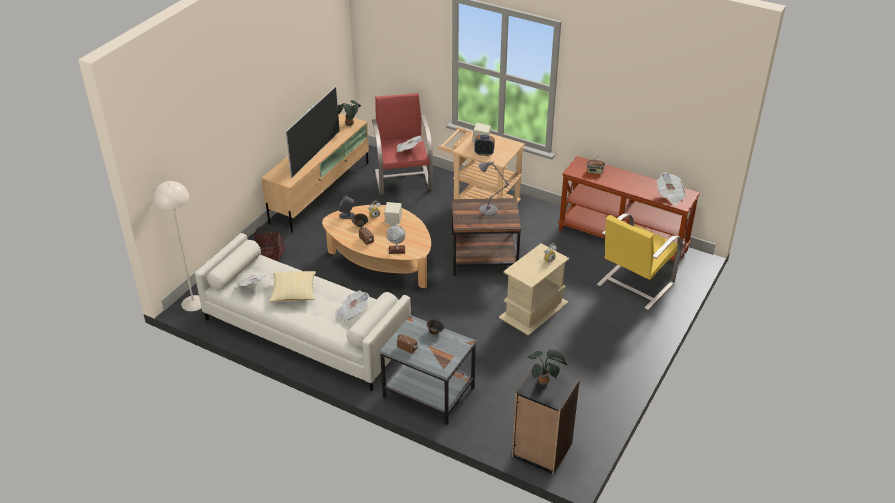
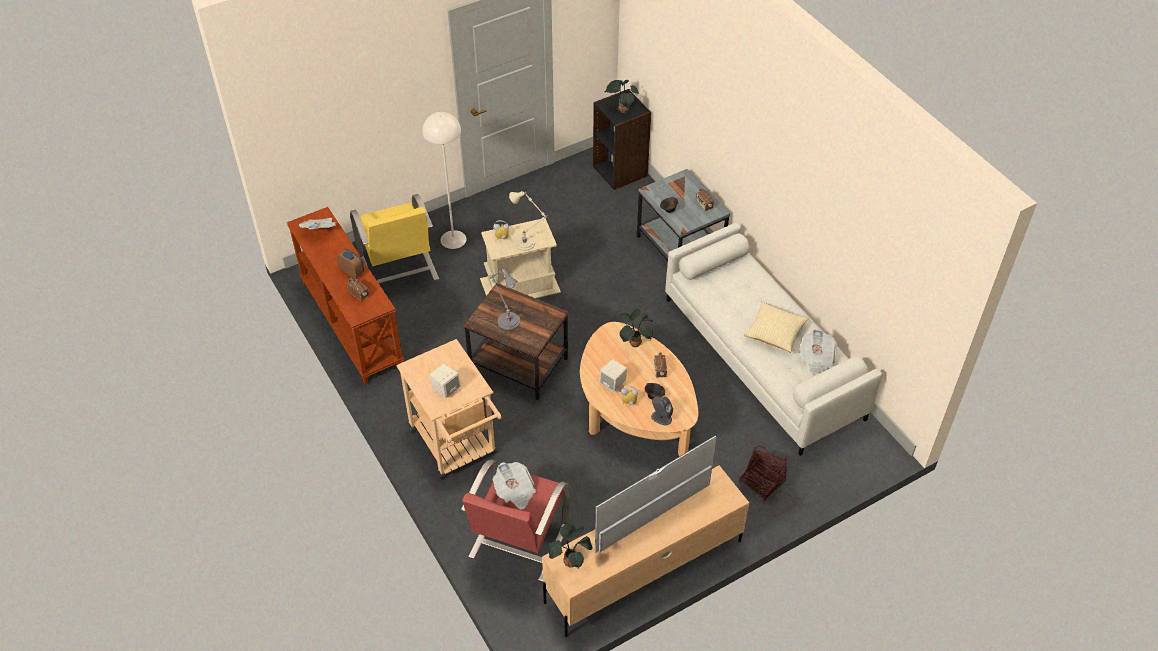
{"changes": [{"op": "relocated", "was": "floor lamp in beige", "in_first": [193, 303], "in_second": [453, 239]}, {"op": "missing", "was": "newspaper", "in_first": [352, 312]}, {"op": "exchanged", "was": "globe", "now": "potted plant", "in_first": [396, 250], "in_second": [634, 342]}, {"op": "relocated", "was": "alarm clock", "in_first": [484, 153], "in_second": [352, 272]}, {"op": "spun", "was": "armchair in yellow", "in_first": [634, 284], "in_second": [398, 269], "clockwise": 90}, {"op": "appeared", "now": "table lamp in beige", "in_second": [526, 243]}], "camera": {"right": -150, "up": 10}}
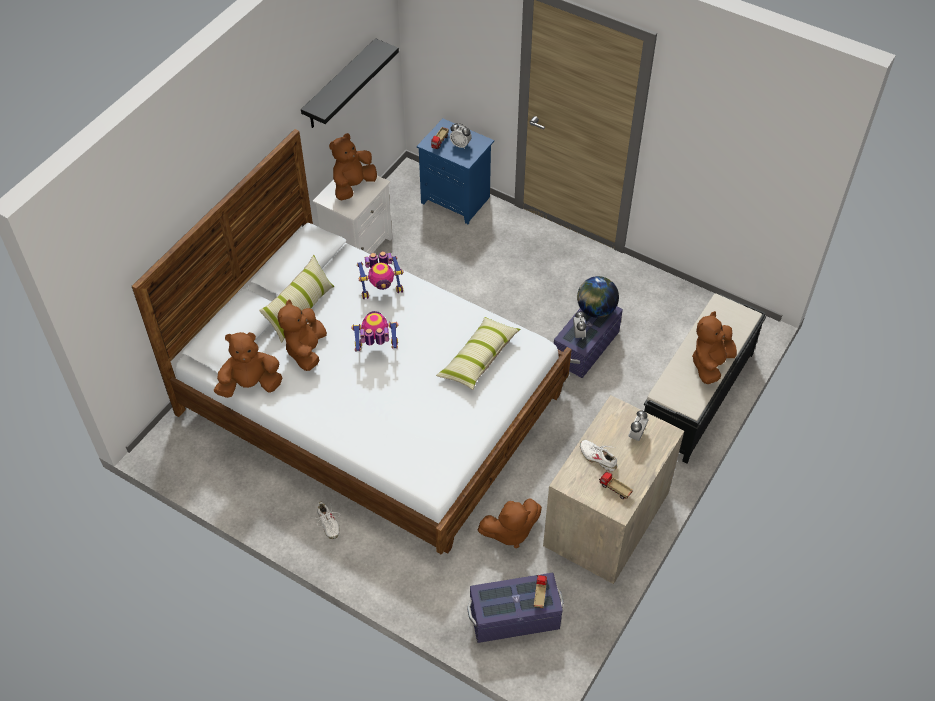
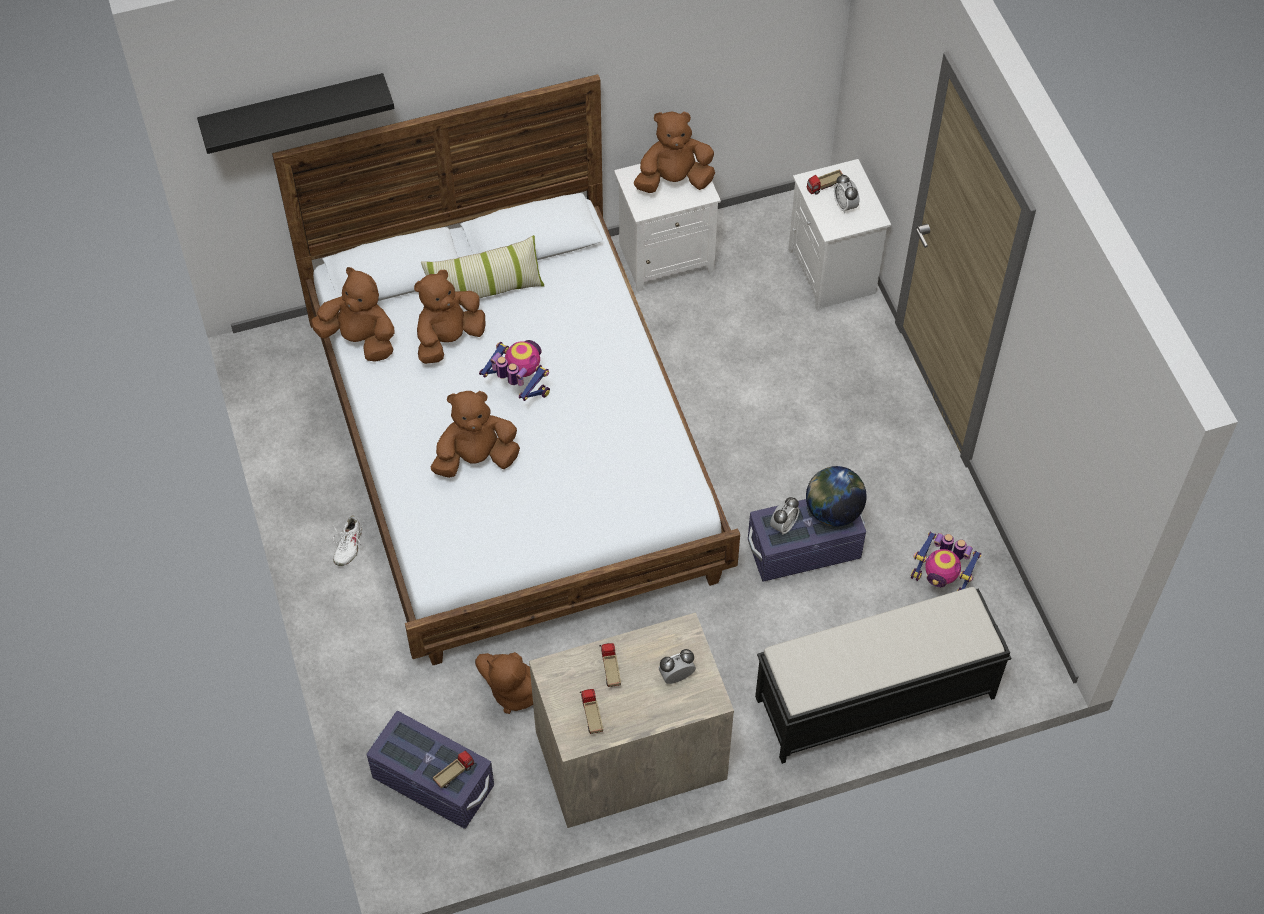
{"changes": [{"op": "relocated", "was": "shelf in black", "in_first": [340, 85], "in_second": [294, 111]}, {"op": "relocated", "was": "toy robot", "in_first": [381, 290], "in_second": [941, 580]}, {"op": "colour", "was": "nightstand in blue", "now": "nightstand in white", "in_first": [457, 200], "in_second": [834, 273]}, {"op": "missing", "was": "pillow", "in_first": [478, 358]}, {"op": "exchanged", "was": "shoe in white", "now": "toy truck", "in_first": [598, 457], "in_second": [610, 670]}, {"op": "relocated", "was": "plush toy in brown", "in_first": [710, 364], "in_second": [476, 458]}], "camera": {"right": 40, "up": 5}}
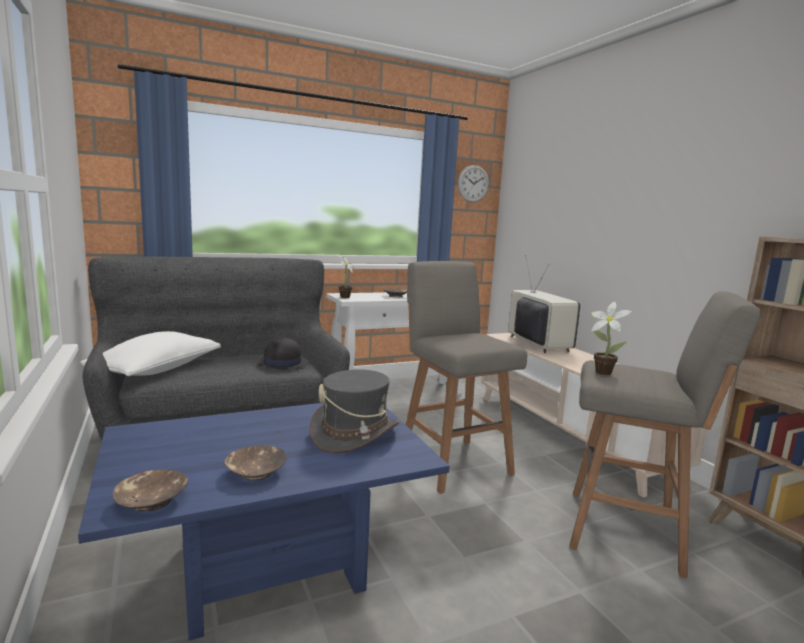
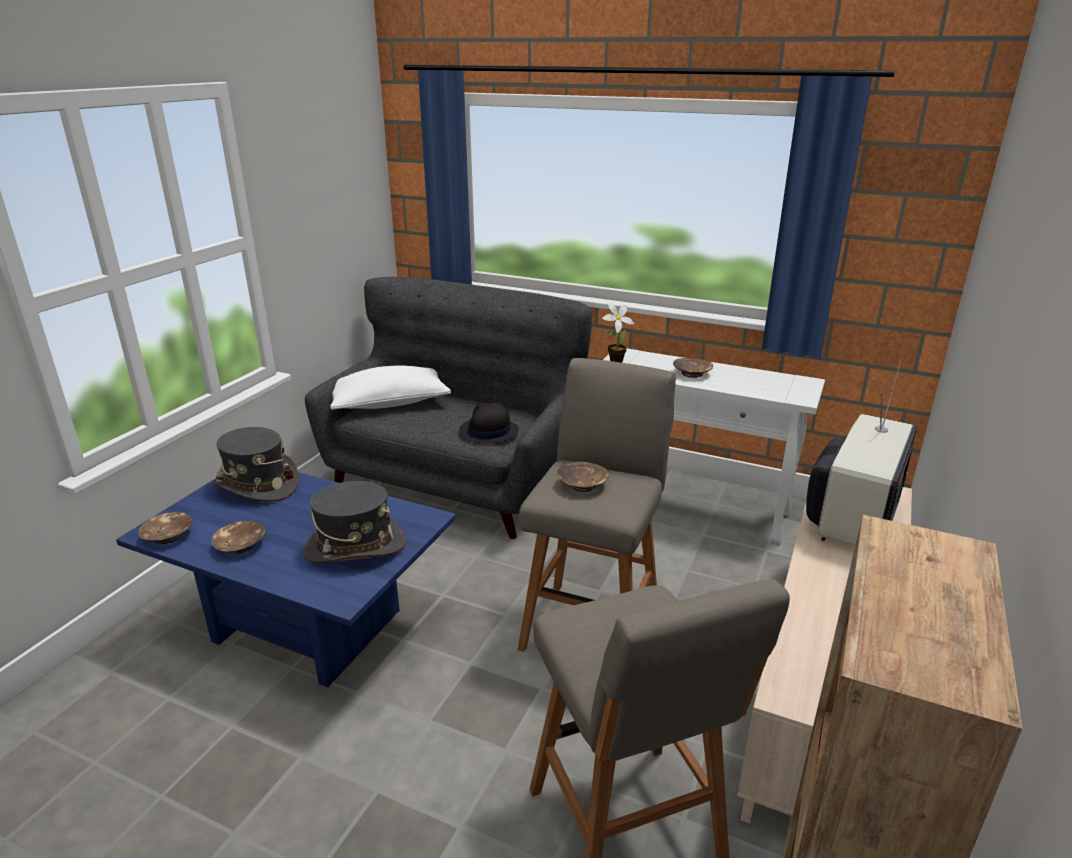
{"changes": [{"op": "missing", "was": "wall clock", "in_first": [473, 183]}, {"op": "missing", "was": "potted plant", "in_first": [601, 372]}, {"op": "appeared", "now": "hat in grey", "in_second": [257, 485]}, {"op": "appeared", "now": "bowl in brown", "in_second": [582, 485]}], "camera": {"right": 50, "up": 15}}
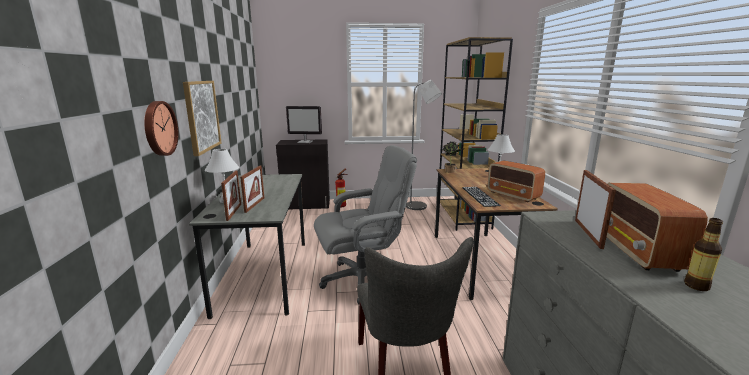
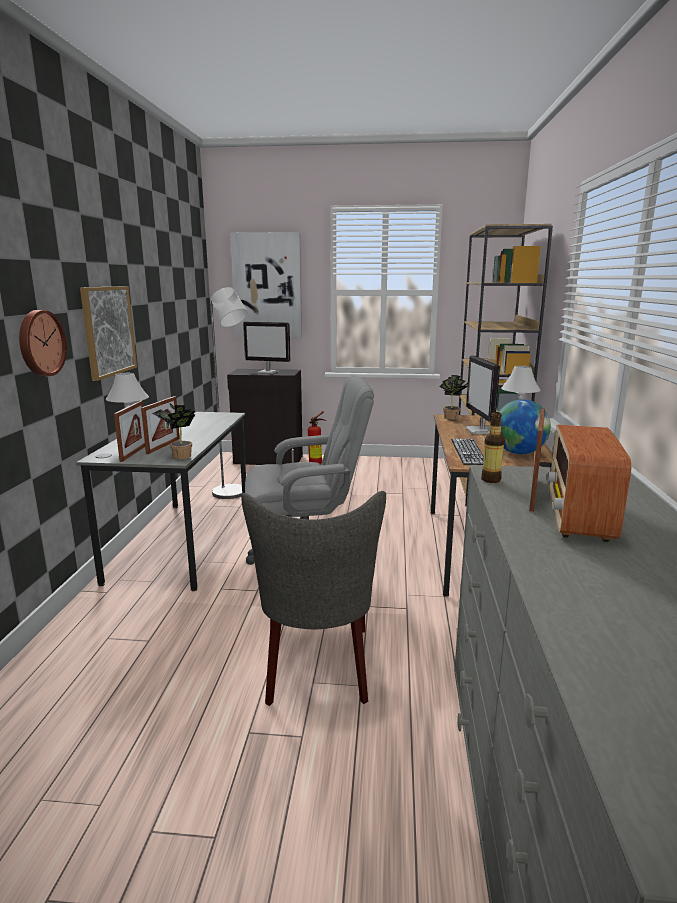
{"changes": [{"op": "relocated", "was": "floor lamp in grey", "in_first": [420, 207], "in_second": [234, 494]}, {"op": "exchanged", "was": "radio", "now": "globe", "in_first": [513, 195], "in_second": [519, 453]}, {"op": "relocated", "was": "bottle", "in_first": [696, 286], "in_second": [490, 480]}, {"op": "appeared", "now": "potted plant", "in_second": [179, 456]}, {"op": "appeared", "now": "picture", "in_second": [267, 286]}, {"op": "appeared", "now": "monitor", "in_second": [481, 431]}], "camera": {"right": 10, "up": 0}}
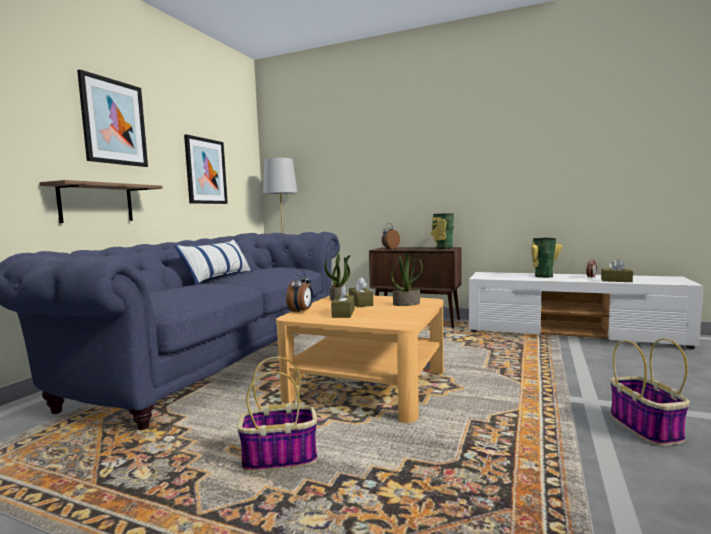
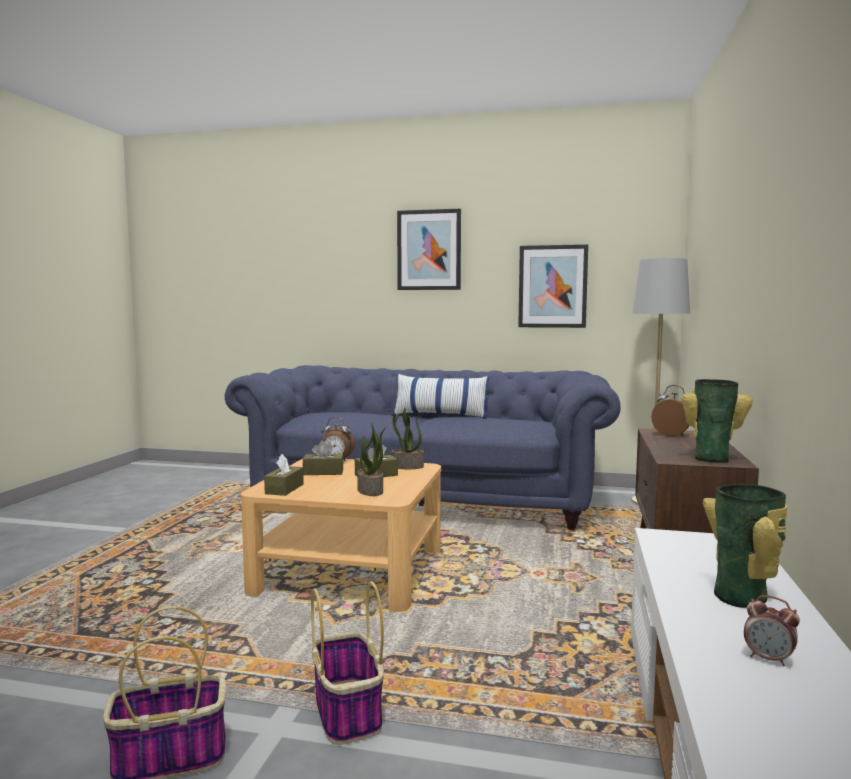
{"changes": [{"op": "missing", "was": "shelf", "in_first": [96, 203]}, {"op": "relocated", "was": "basket", "in_first": [281, 457], "in_second": [348, 712]}, {"op": "relocated", "was": "tissue box in brown", "in_first": [616, 280], "in_second": [284, 489]}], "camera": {"right": 80, "up": 0}}
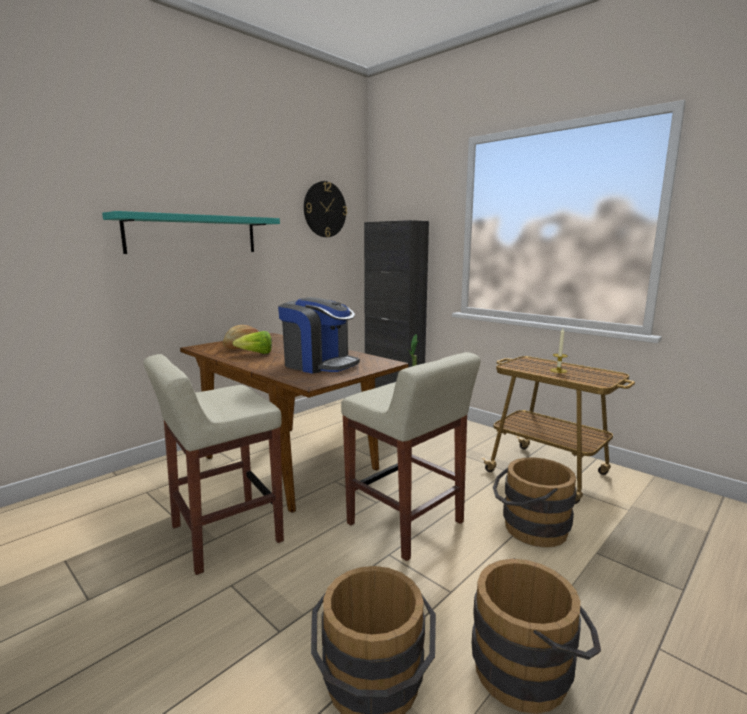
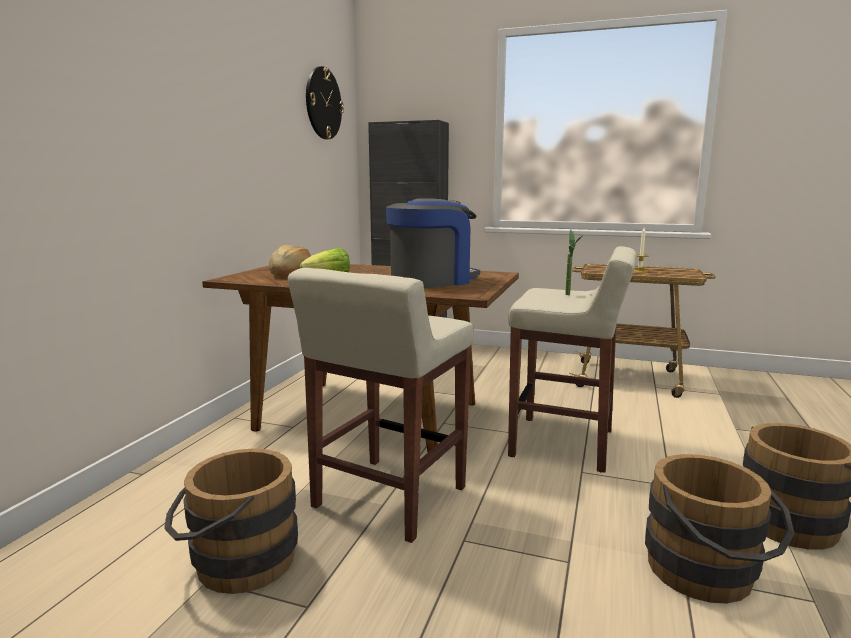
{"changes": [{"op": "missing", "was": "shelf in turquoise", "in_first": [193, 234]}, {"op": "spun", "was": "coffee machine", "in_first": [319, 364], "in_second": [432, 280], "clockwise": -45}, {"op": "relocated", "was": "bucket in brown", "in_first": [529, 528], "in_second": [235, 563]}], "camera": {"right": -25, "up": 0}}
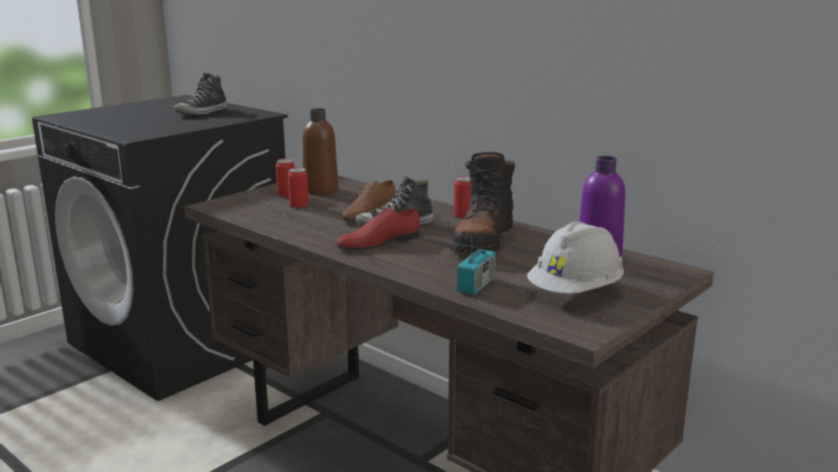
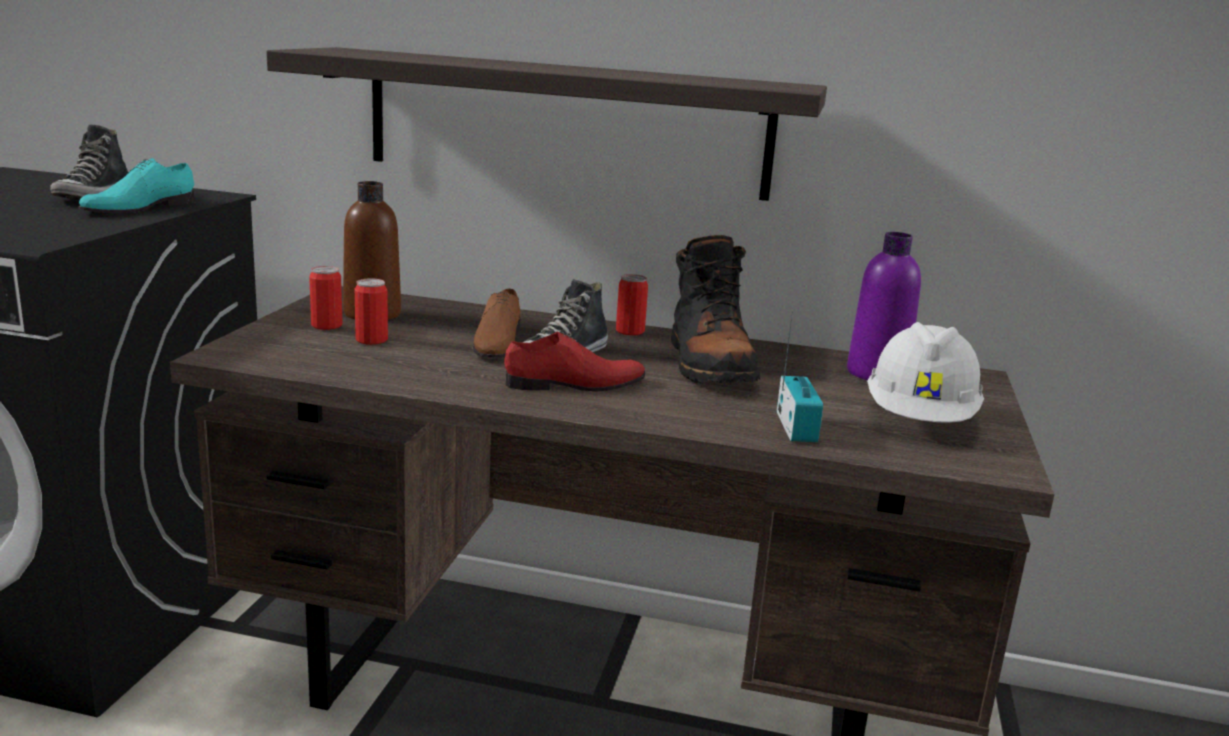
{"changes": [{"op": "spun", "was": "shoe in red", "in_first": [378, 242], "in_second": [576, 383], "clockwise": -135}, {"op": "appeared", "now": "shoe in turquoise", "in_second": [138, 207]}, {"op": "appeared", "now": "shelf", "in_second": [566, 123]}], "camera": {"right": -30, "up": 0}}
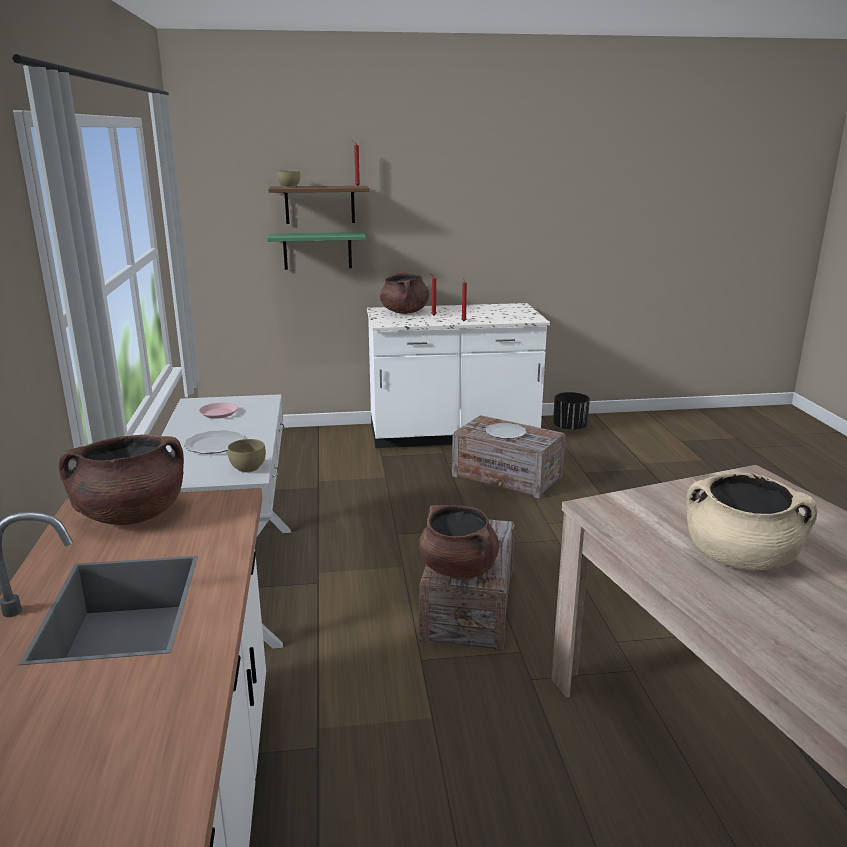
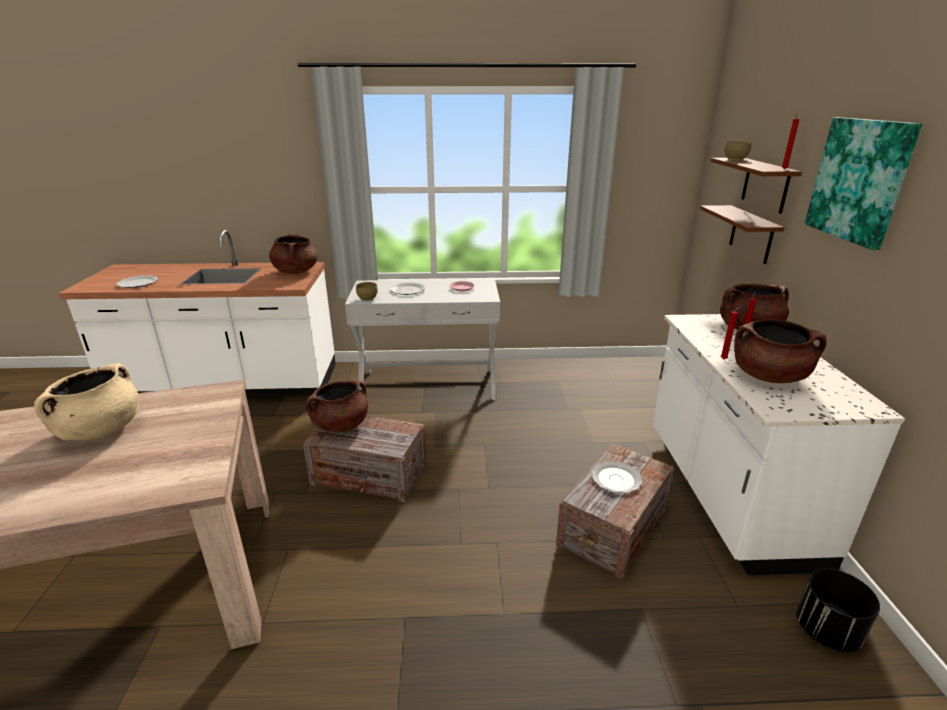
{"changes": [{"op": "colour", "was": "shelf in green", "now": "shelf in brown", "in_first": [317, 250], "in_second": [751, 234]}, {"op": "appeared", "now": "plate", "in_second": [138, 283]}, {"op": "appeared", "now": "cooking pot in brown", "in_second": [769, 376]}, {"op": "appeared", "now": "picture", "in_second": [859, 180]}], "camera": {"right": 95, "up": 5}}
